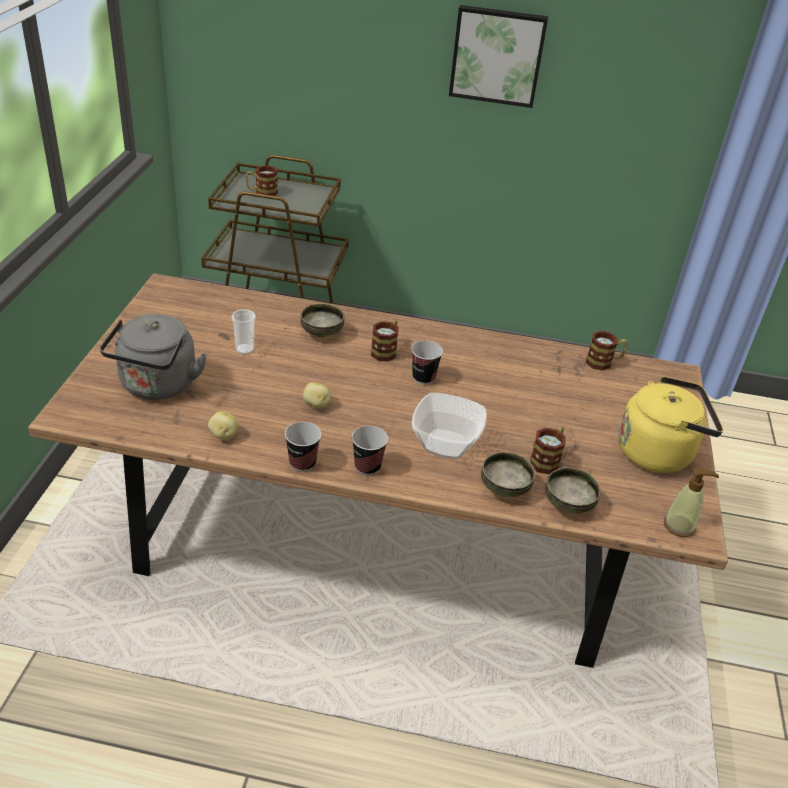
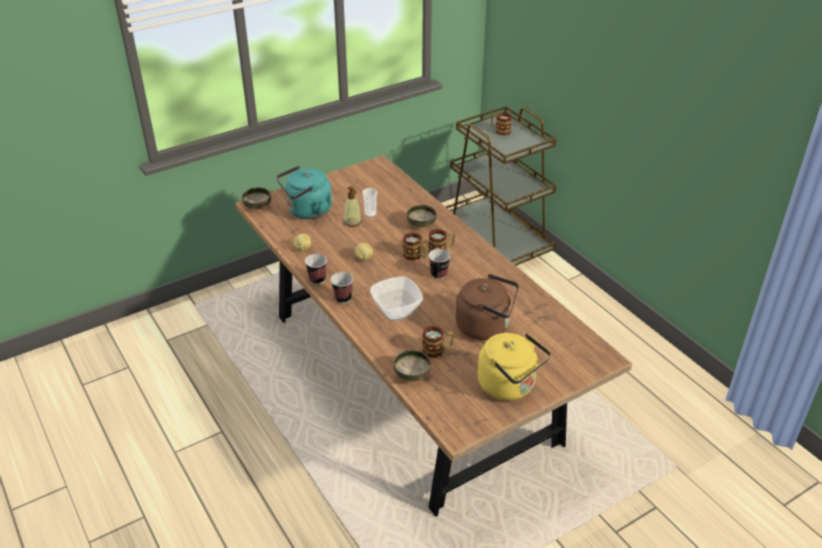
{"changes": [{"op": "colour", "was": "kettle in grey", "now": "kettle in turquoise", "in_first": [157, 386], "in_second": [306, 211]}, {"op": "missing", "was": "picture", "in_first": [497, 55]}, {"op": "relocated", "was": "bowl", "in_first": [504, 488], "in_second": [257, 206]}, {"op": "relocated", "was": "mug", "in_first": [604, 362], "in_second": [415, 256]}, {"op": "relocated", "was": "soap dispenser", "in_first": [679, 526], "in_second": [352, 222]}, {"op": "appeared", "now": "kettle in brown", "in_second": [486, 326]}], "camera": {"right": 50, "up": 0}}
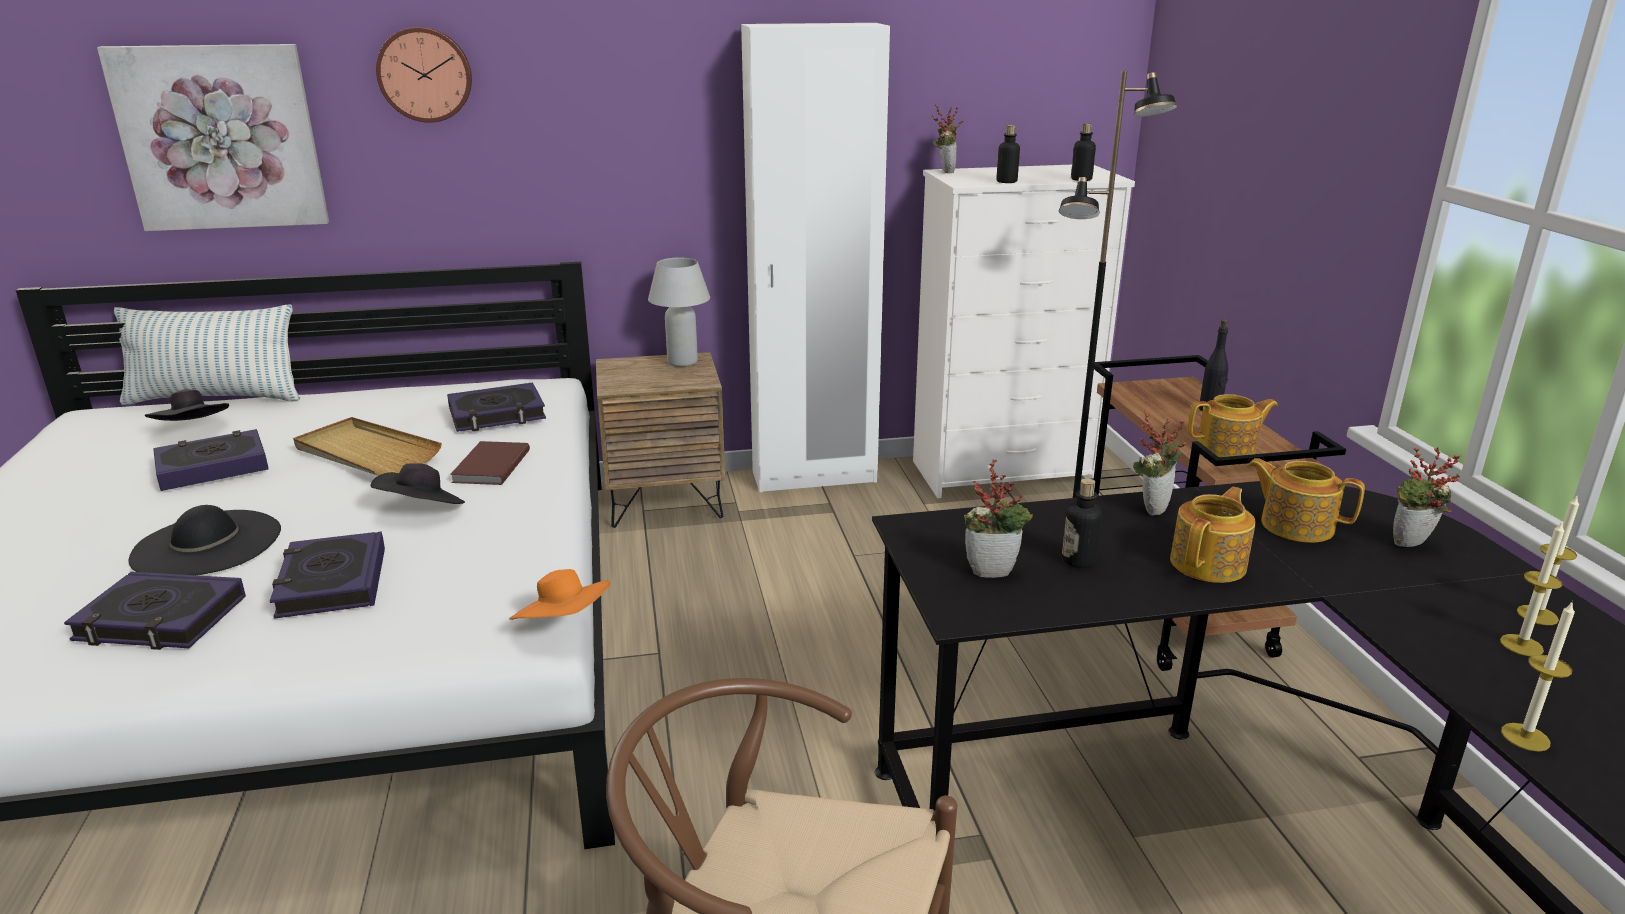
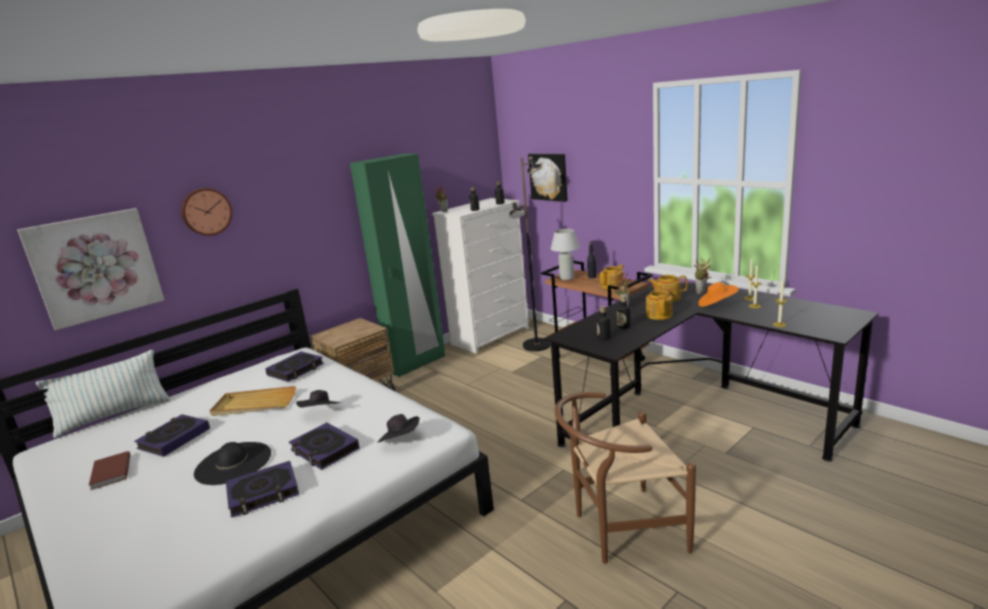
{"changes": [{"op": "relocated", "was": "hat in black", "in_first": [193, 430], "in_second": [401, 440]}, {"op": "relocated", "was": "book in brown", "in_first": [489, 467], "in_second": [109, 472]}, {"op": "relocated", "was": "hat in orange", "in_first": [565, 625], "in_second": [716, 304]}, {"op": "relocated", "was": "table lamp in white", "in_first": [682, 362], "in_second": [567, 278]}, {"op": "colour", "was": "wardrobe in white", "now": "wardrobe in green", "in_first": [814, 477], "in_second": [416, 363]}, {"op": "exchanged", "was": "potted plant", "now": "bottle", "in_first": [993, 570], "in_second": [604, 338]}, {"op": "appeared", "now": "picture", "in_second": [549, 176]}], "camera": {"right": -30, "up": -5}}
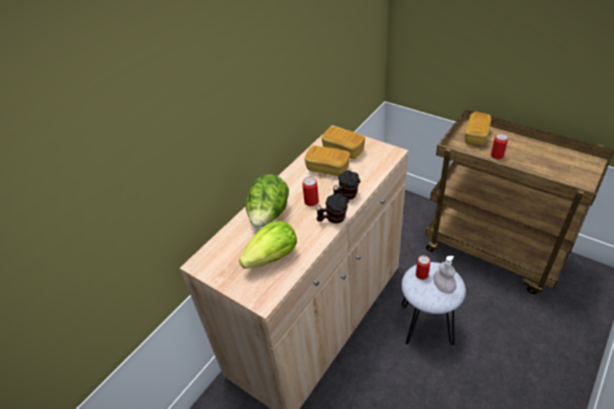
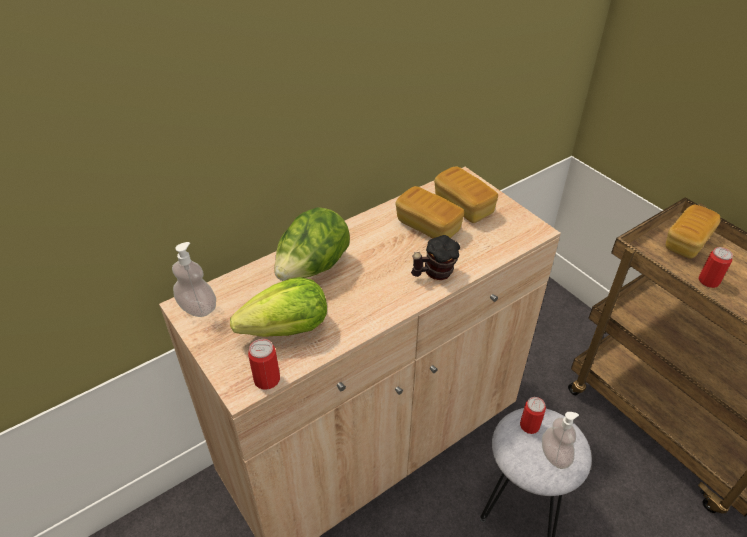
{"changes": [{"op": "relocated", "was": "can", "in_first": [311, 201], "in_second": [267, 379]}, {"op": "missing", "was": "mug", "in_first": [333, 219]}, {"op": "appeared", "now": "soap dispenser", "in_second": [198, 308]}], "camera": {"right": 15, "up": 0}}
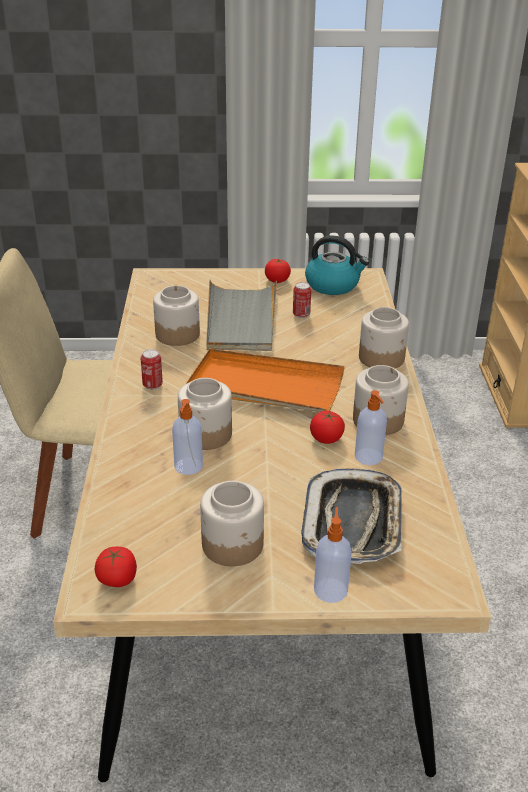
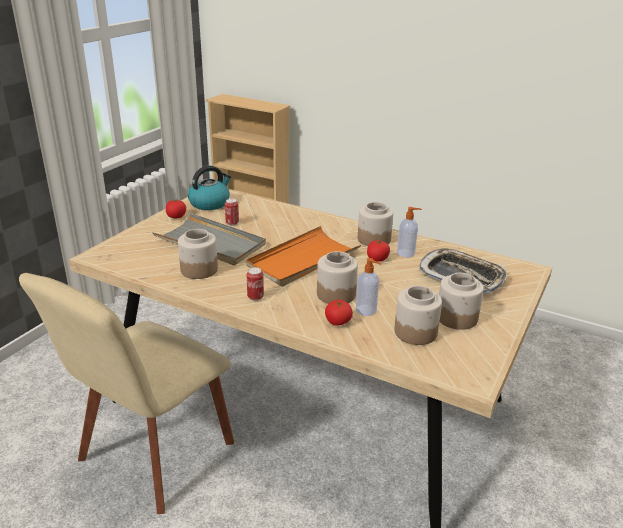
{"changes": [{"op": "relocated", "was": "tomato", "in_first": [117, 579], "in_second": [338, 322]}, {"op": "missing", "was": "soap dispenser", "in_first": [330, 589]}, {"op": "relocated", "was": "jar", "in_first": [382, 358], "in_second": [416, 332]}], "camera": {"right": -60, "up": -5}}
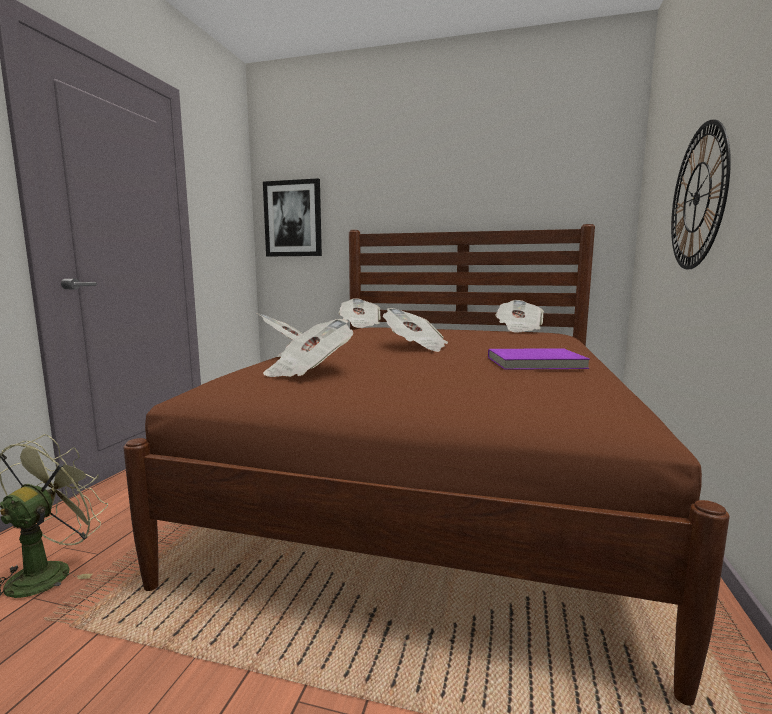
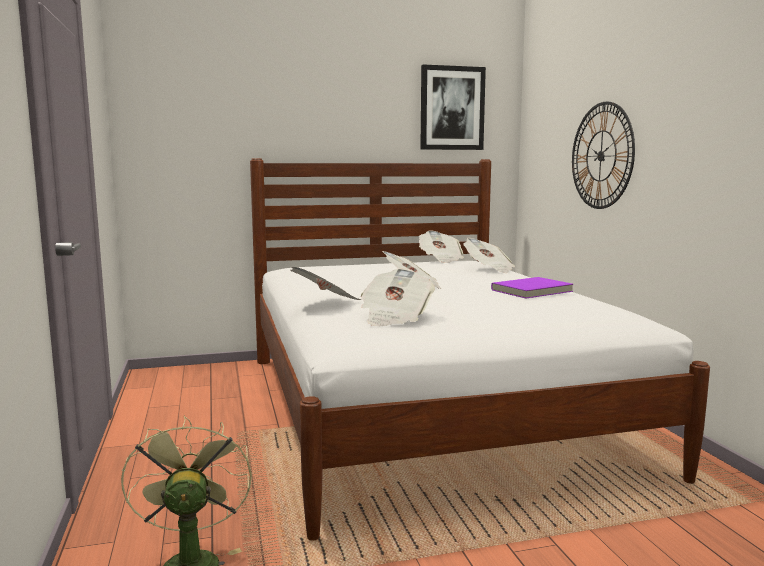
{"changes": [{"op": "colour", "was": "bed in brown", "now": "bed in white", "in_first": [435, 480], "in_second": [425, 409]}, {"op": "relocated", "was": "picture", "in_first": [293, 219], "in_second": [452, 108]}, {"op": "relocated", "was": "newspaper", "in_first": [360, 325], "in_second": [489, 269]}], "camera": {"right": -30, "up": 0}}
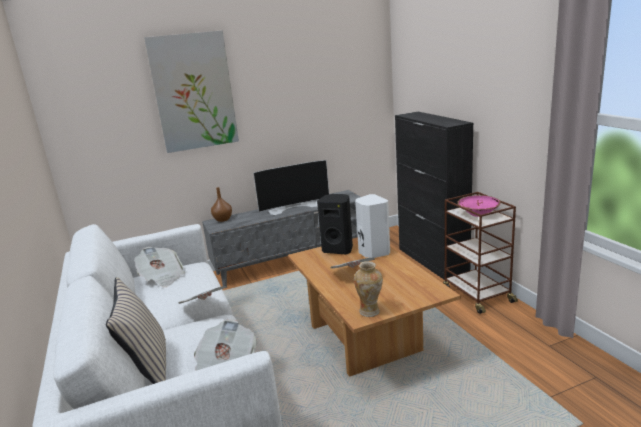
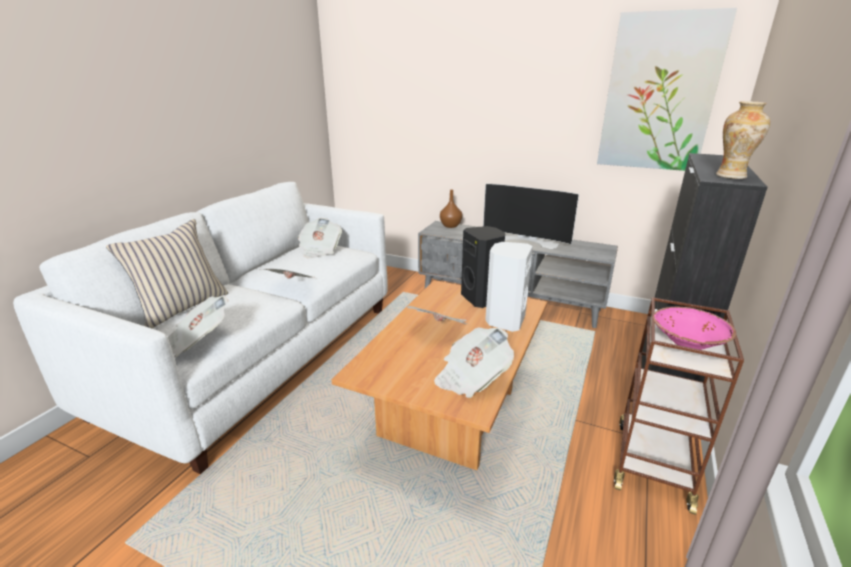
{"changes": [{"op": "relocated", "was": "picture", "in_first": [193, 92], "in_second": [659, 93]}, {"op": "relocated", "was": "vase", "in_first": [370, 312], "in_second": [731, 176]}, {"op": "appeared", "now": "newspaper", "in_second": [471, 377]}], "camera": {"right": 45, "up": 5}}
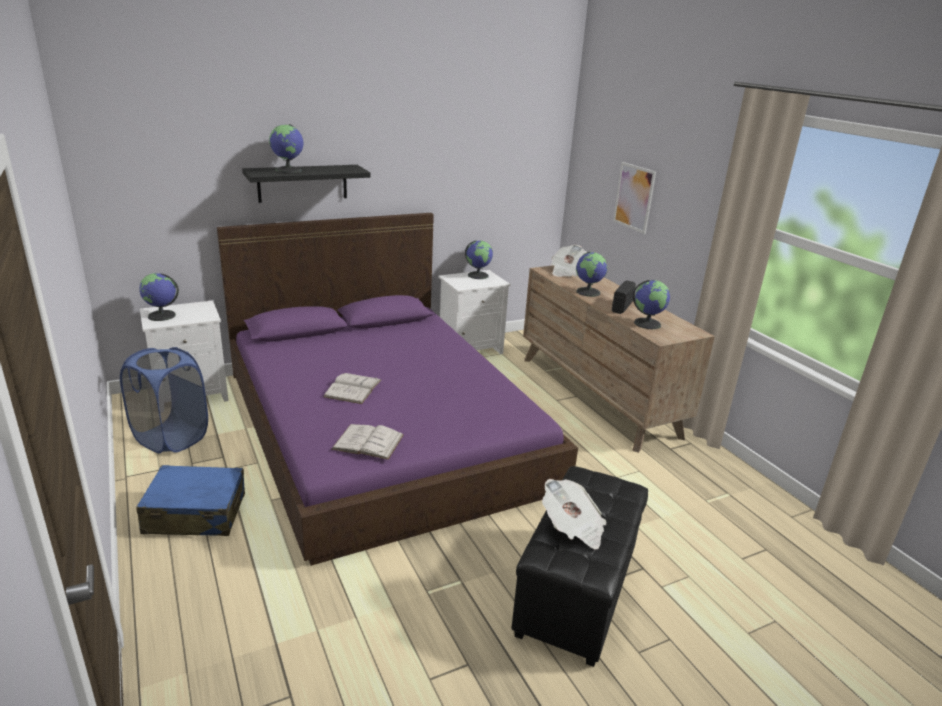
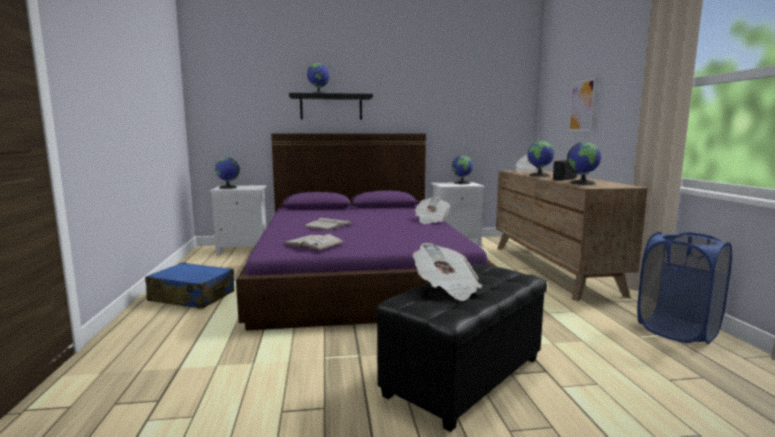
{"changes": [{"op": "relocated", "was": "laundry basket in blue", "in_first": [171, 438], "in_second": [677, 330]}, {"op": "appeared", "now": "newspaper", "in_second": [431, 220]}], "camera": {"right": 20, "up": -15}}
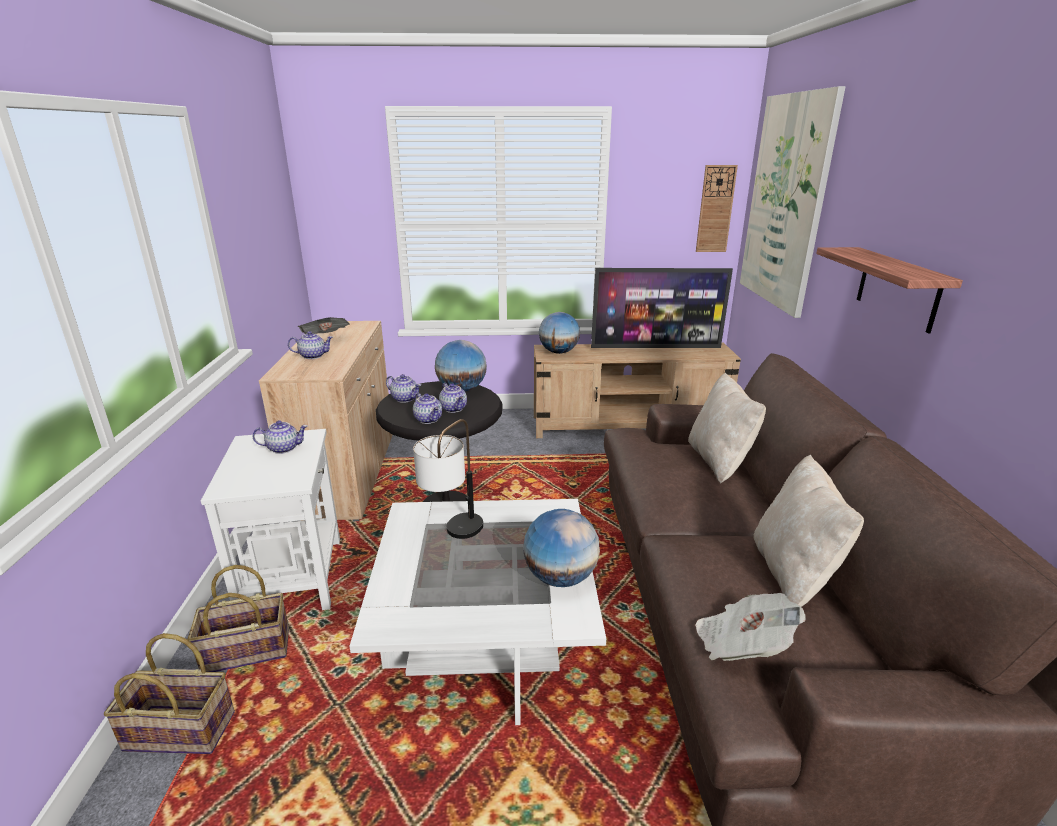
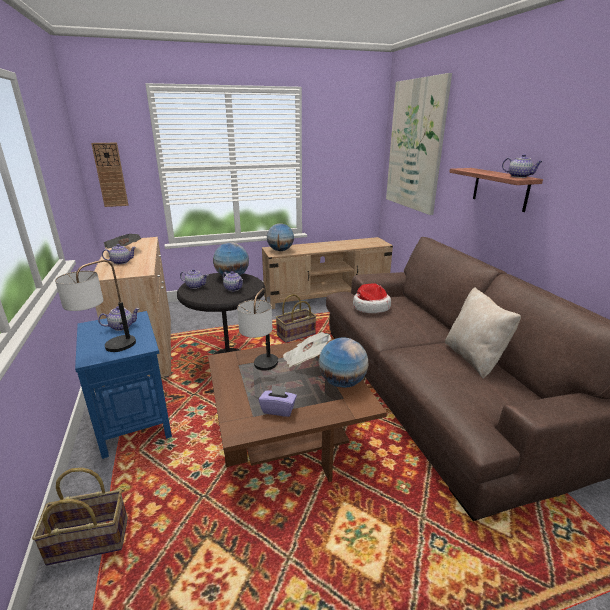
{"changes": [{"op": "relocated", "was": "basket", "in_first": [246, 651], "in_second": [296, 335]}, {"op": "colour", "was": "side table in white", "now": "side table in blue", "in_first": [294, 577], "in_second": [135, 421]}, {"op": "colour", "was": "coffee table in white", "now": "coffee table in brown", "in_first": [485, 640], "in_second": [289, 436]}, {"op": "relocated", "was": "teapot", "in_first": [429, 419], "in_second": [519, 176]}, {"op": "missing", "was": "television", "in_first": [655, 347]}, {"op": "missing", "was": "pillow in beige", "in_first": [719, 461]}, {"op": "relocated", "was": "newspaper", "in_first": [742, 644], "in_second": [305, 360]}, {"op": "relocated", "was": "wall clock", "in_first": [715, 209], "in_second": [110, 175]}, {"op": "appeared", "now": "table lamp", "in_second": [107, 350]}, {"op": "appeared", "now": "tissue box in purple", "in_second": [278, 409]}, {"op": "appeared", "now": "hat", "in_second": [370, 307]}], "camera": {"right": -15, "up": 0}}
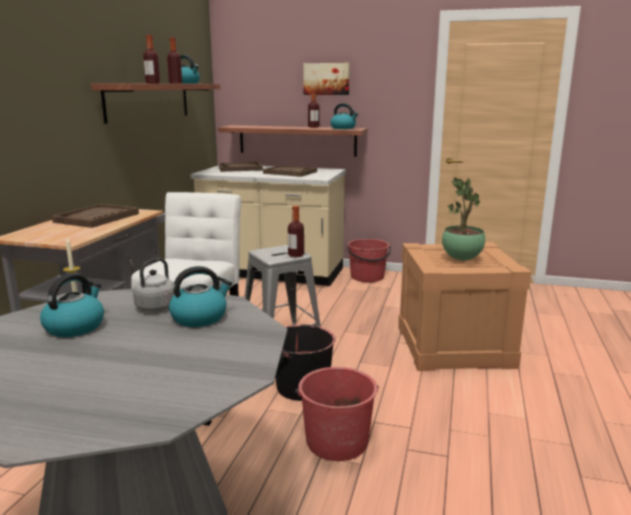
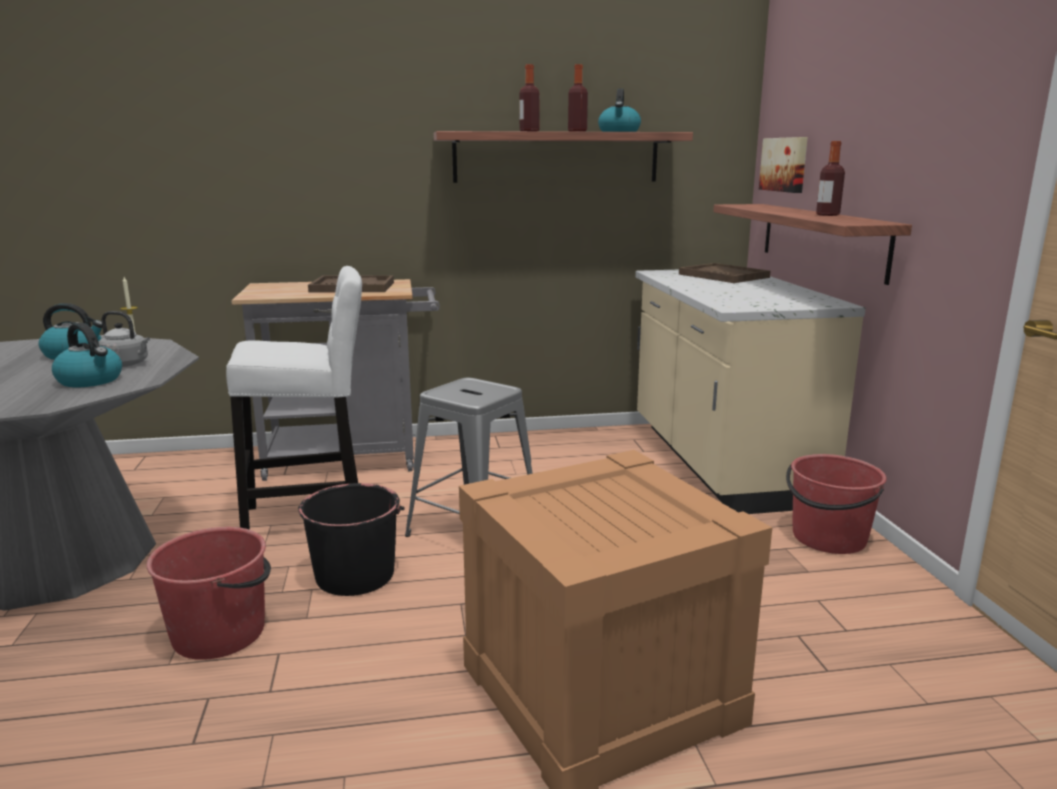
{"changes": [{"op": "missing", "was": "tray in brown", "in_first": [290, 172]}, {"op": "missing", "was": "bottle", "in_first": [296, 255]}, {"op": "relocated", "was": "picture", "in_first": [326, 79], "in_second": [785, 164]}, {"op": "missing", "was": "kettle", "in_first": [343, 128]}, {"op": "missing", "was": "potted plant", "in_first": [462, 259]}], "camera": {"right": 65, "up": 0}}
